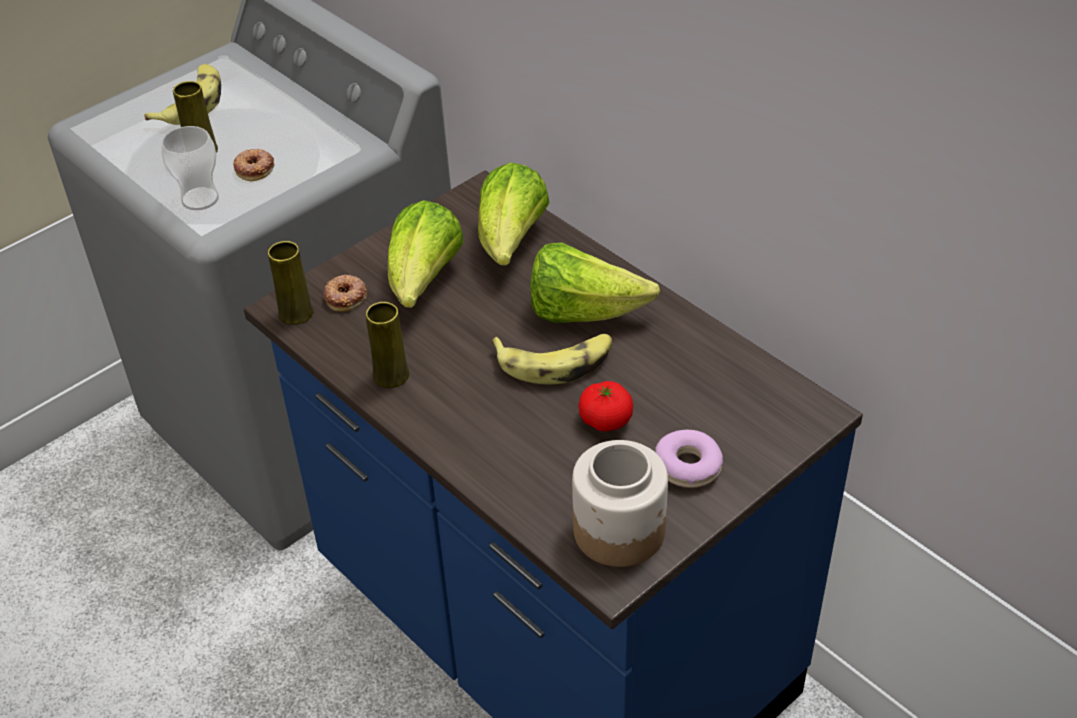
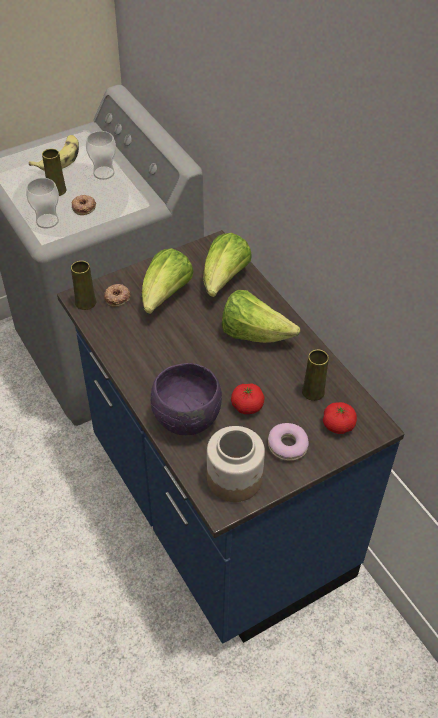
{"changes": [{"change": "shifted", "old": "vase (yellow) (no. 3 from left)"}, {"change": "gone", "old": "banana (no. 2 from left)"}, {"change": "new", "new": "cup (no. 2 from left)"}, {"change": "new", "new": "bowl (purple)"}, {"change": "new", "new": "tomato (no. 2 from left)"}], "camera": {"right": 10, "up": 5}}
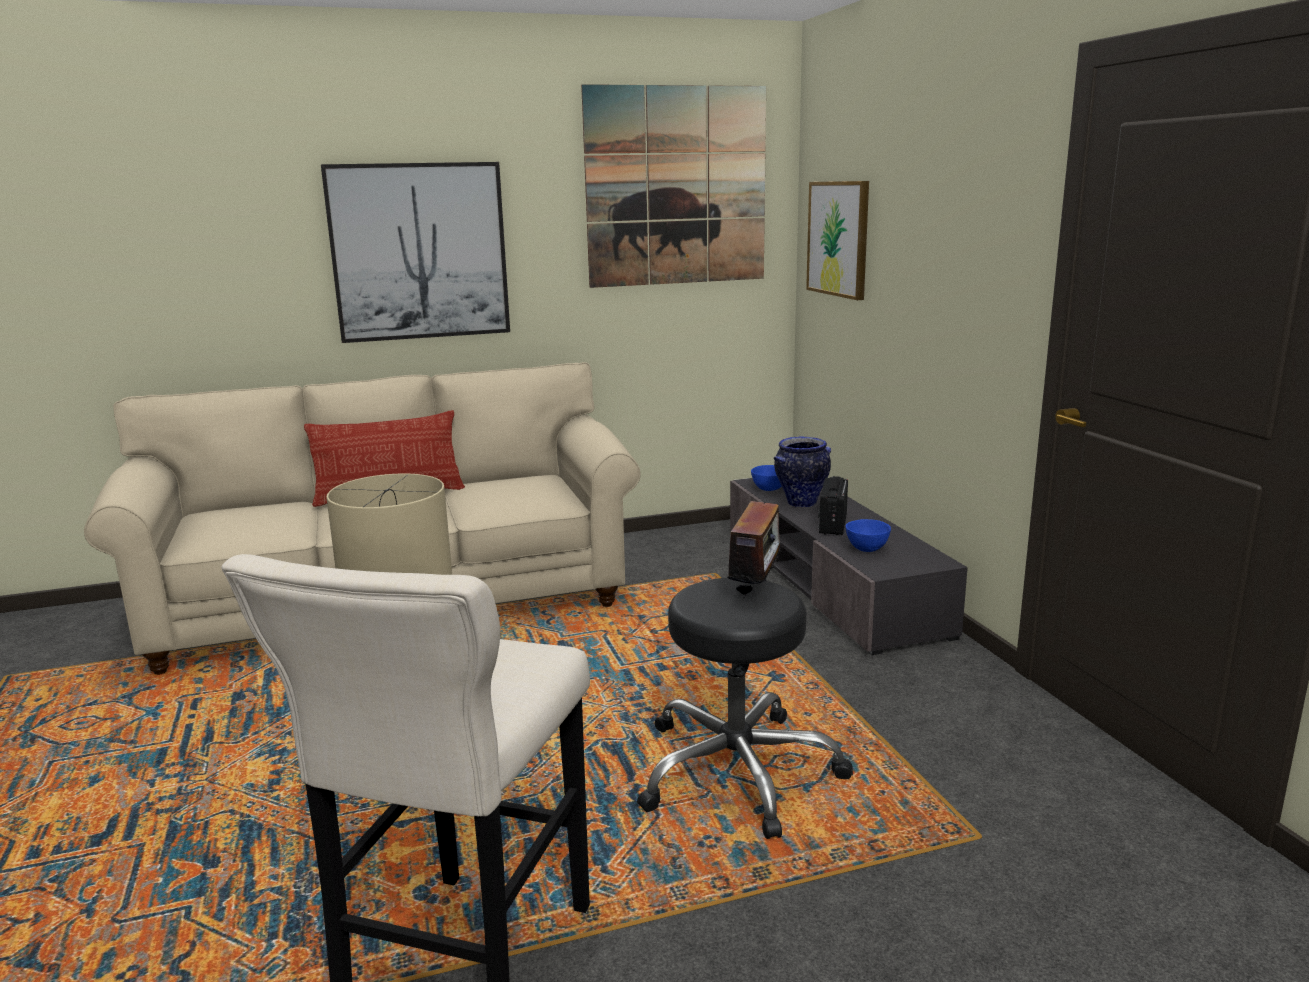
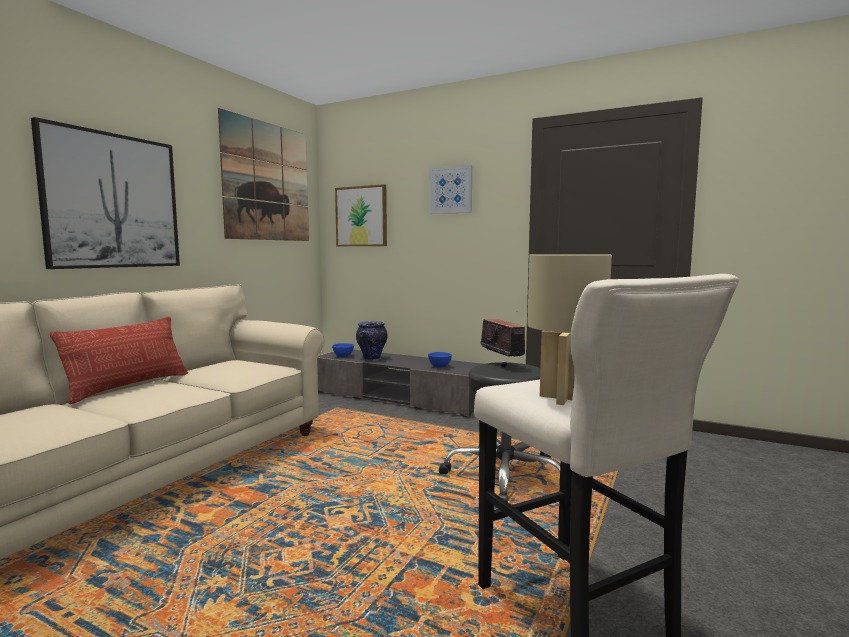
{"changes": [{"change": "gone", "old": "radio (no. 2 from left)"}, {"change": "new", "new": "picture (no. 4 from left)"}], "camera": {"right": -45, "up": -10}}
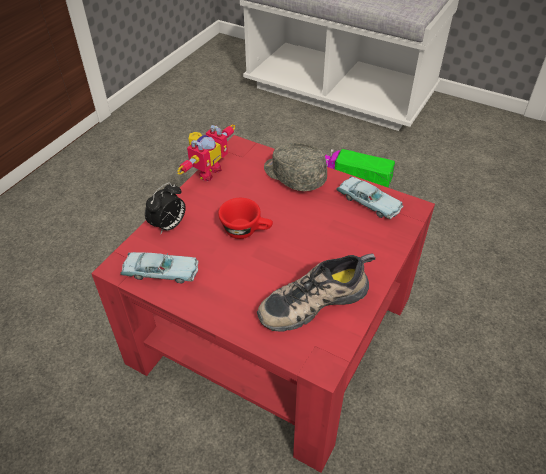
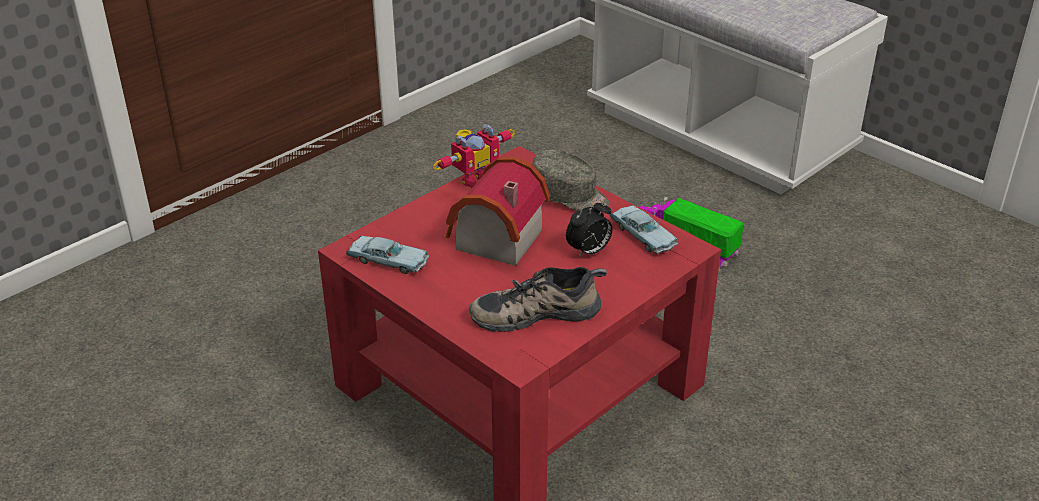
{"changes": [{"change": "shifted", "old": "alarm clock"}, {"change": "swapped", "old": "cup (red)", "new": "toy house"}, {"change": "rotated", "old": "cap (grey)", "degrees": 150}], "camera": {"right": 15, "up": -10}}
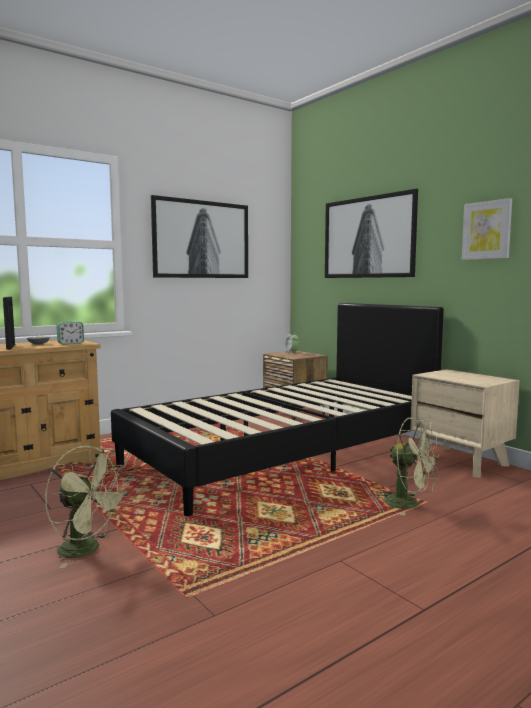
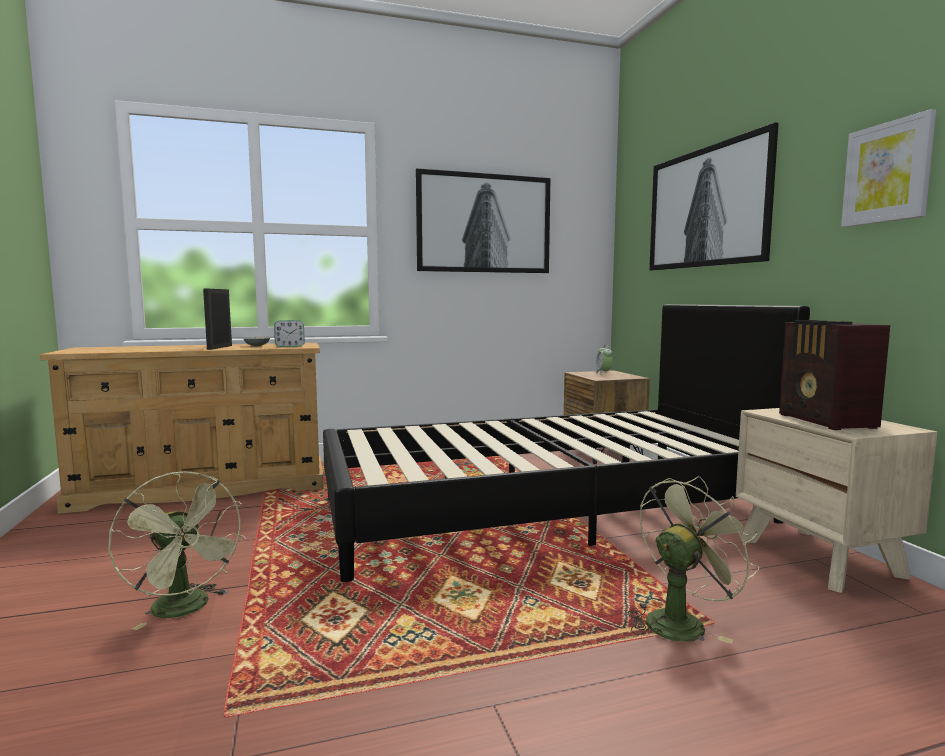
{"changes": [{"change": "rotated", "old": "fan (green) (no. 2 from left)", "degrees": -90}, {"change": "new", "new": "radio"}], "camera": {"right": 20, "up": 0}}
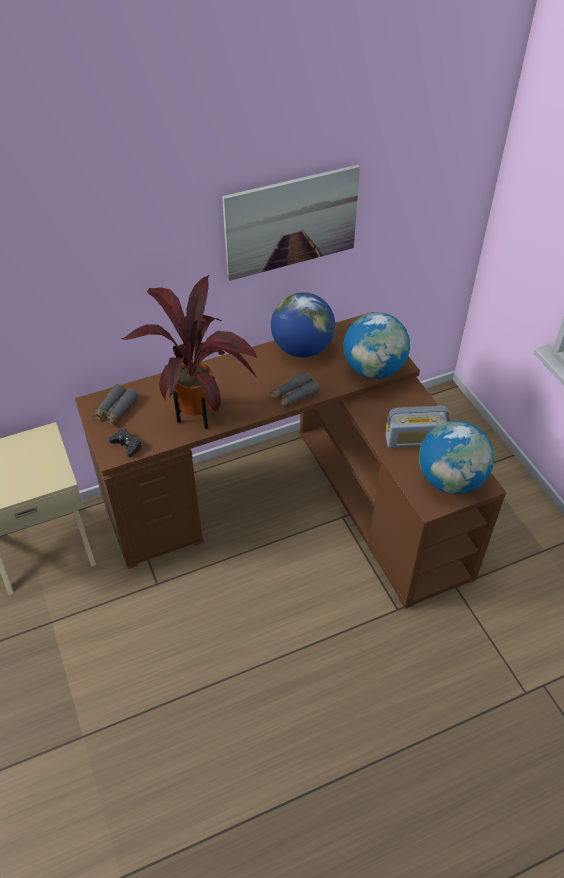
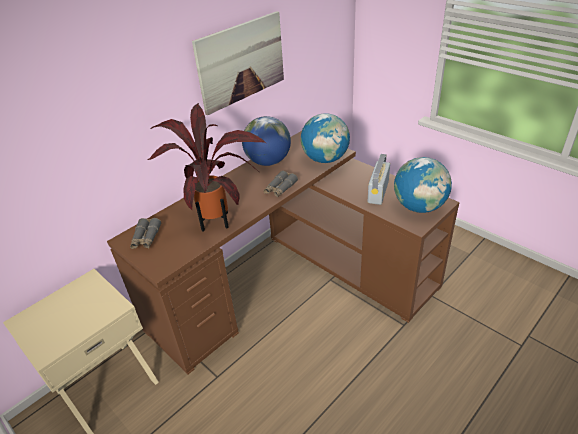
{"changes": [{"change": "gone", "old": "game controller (black)"}, {"change": "rotated", "old": "radio", "degrees": 135}], "camera": {"right": -20, "up": -10}}
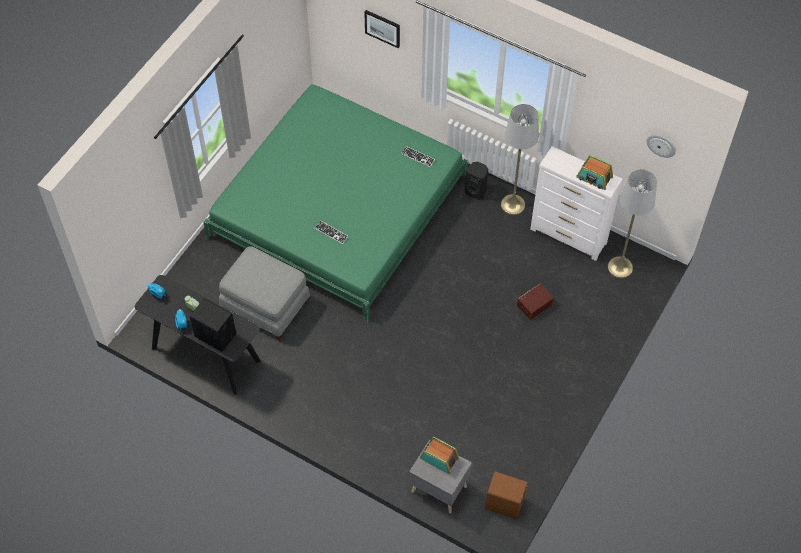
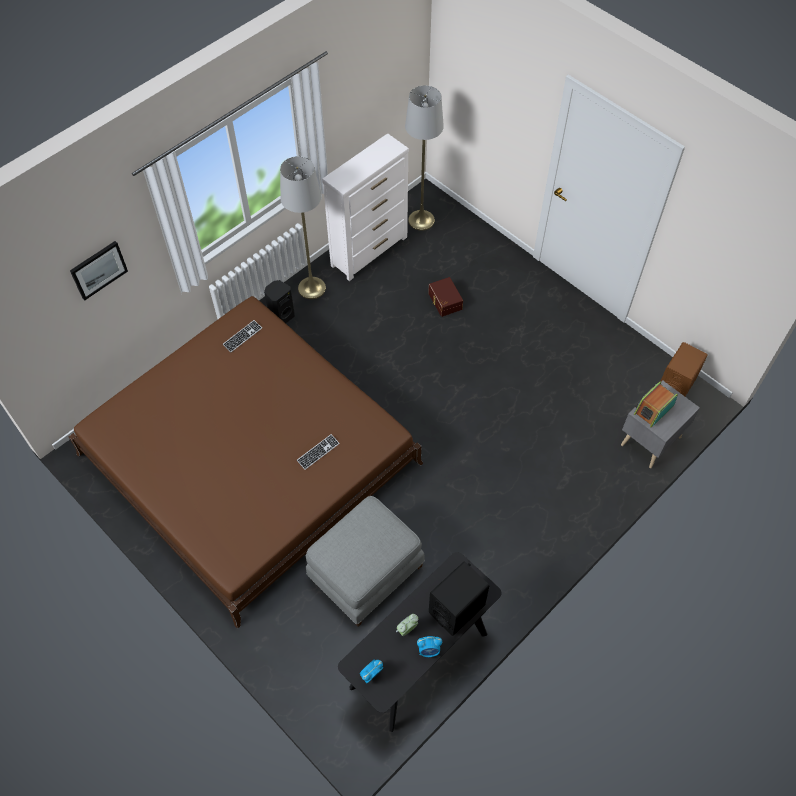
{"changes": [{"change": "repainted", "old": "bed (green)", "new": "bed (brown)"}, {"change": "gone", "old": "radio (no. 2 from left)"}, {"change": "gone", "old": "wall clock"}], "camera": {"right": -75, "up": 0}}
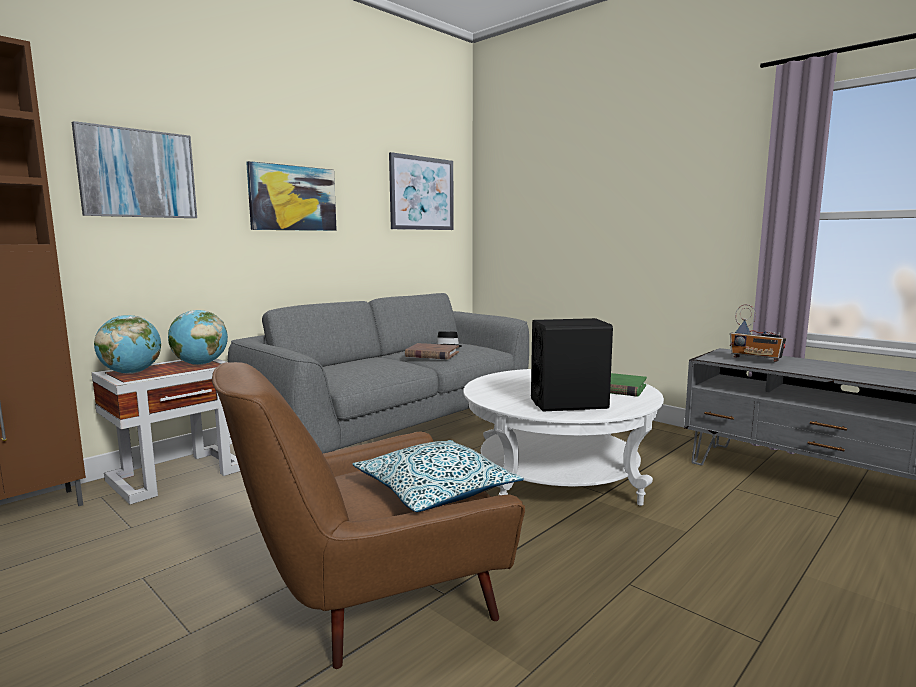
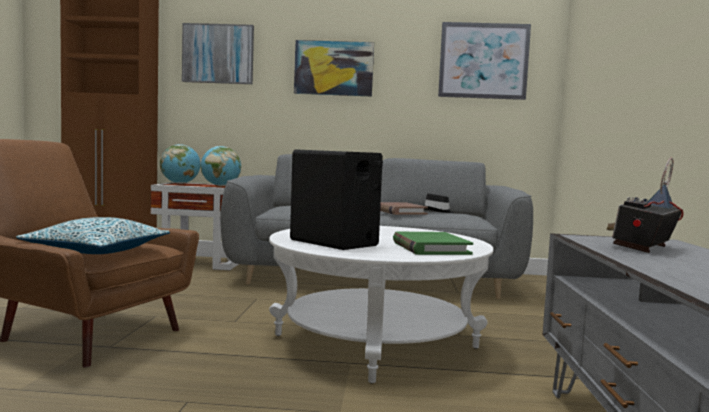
{"changes": [{"change": "rotated", "old": "radio", "degrees": 45}], "camera": {"right": 50, "up": -5}}
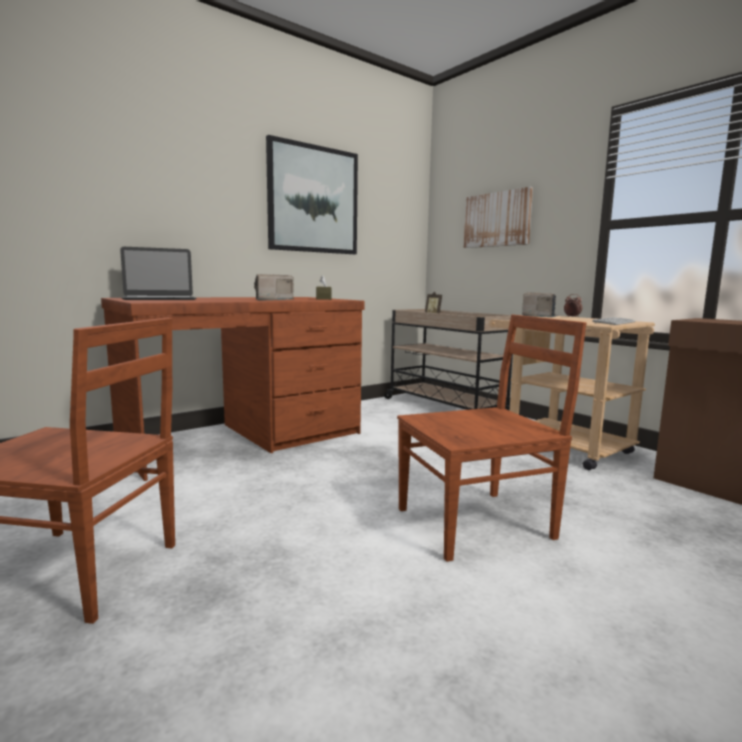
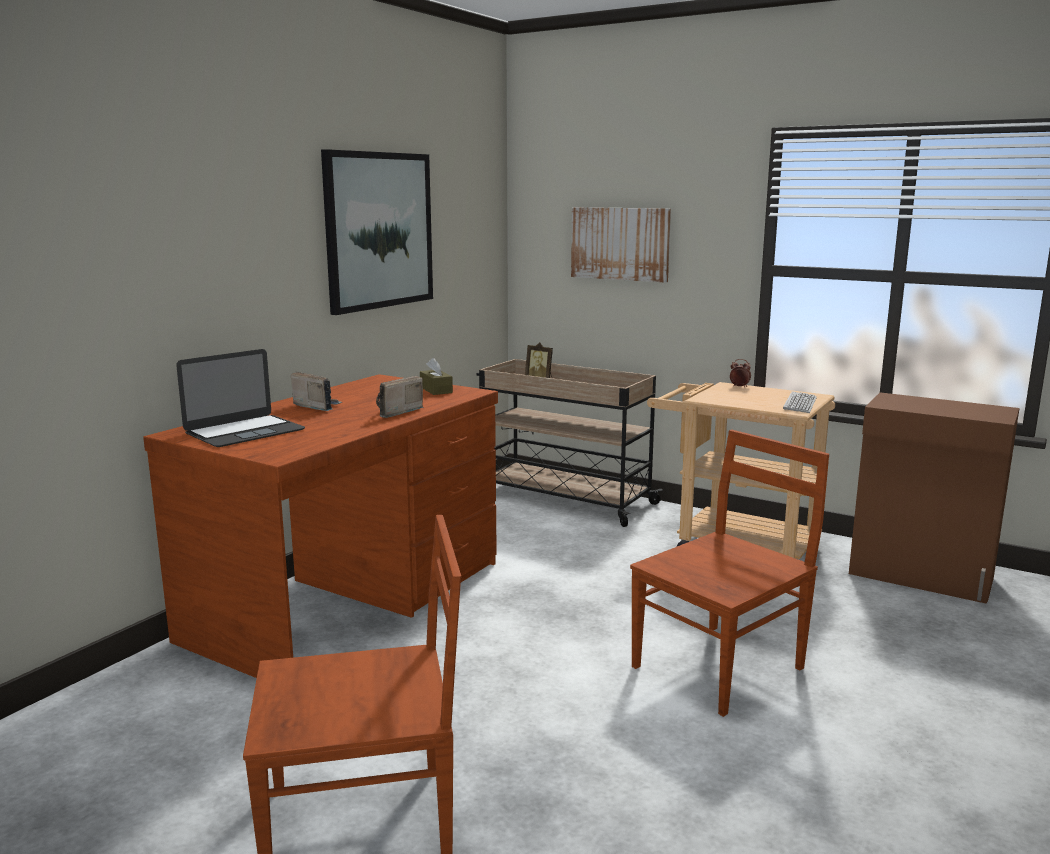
{"changes": [{"change": "shifted", "old": "radio (no. 2 from left in the first image)", "new": "radio (no. 1 from left)"}], "camera": {"right": -20, "up": 5}}
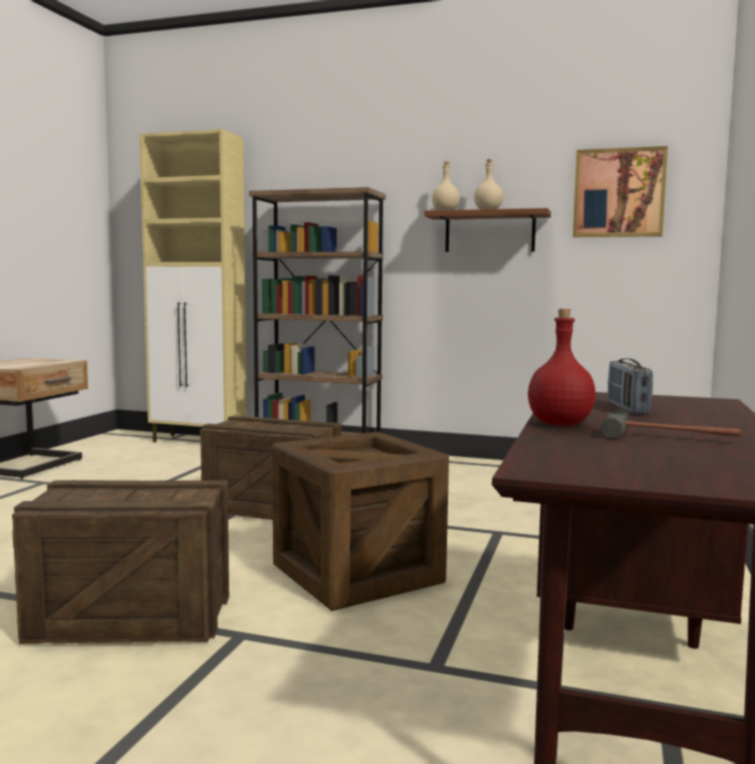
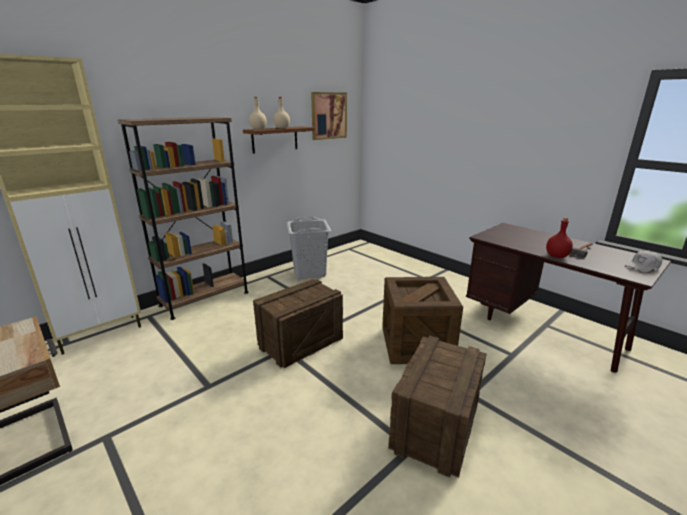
{"changes": [{"change": "gone", "old": "radio"}, {"change": "new", "new": "laundry basket (grey)"}, {"change": "new", "new": "cap (white)"}], "camera": {"right": -60, "up": 15}}
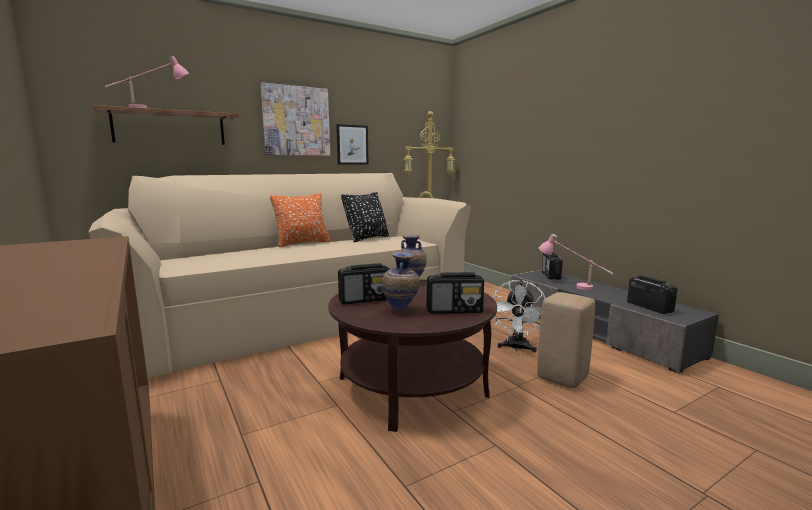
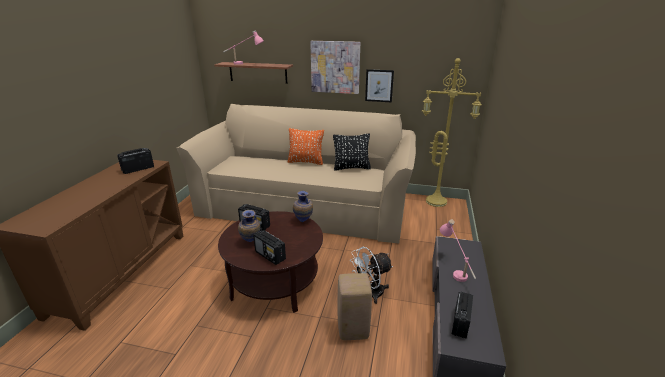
{"changes": [{"change": "shifted", "old": "radio (no. 3 from left in the first image)", "new": "radio (no. 1 from left)"}], "camera": {"right": 45, "up": 15}}
